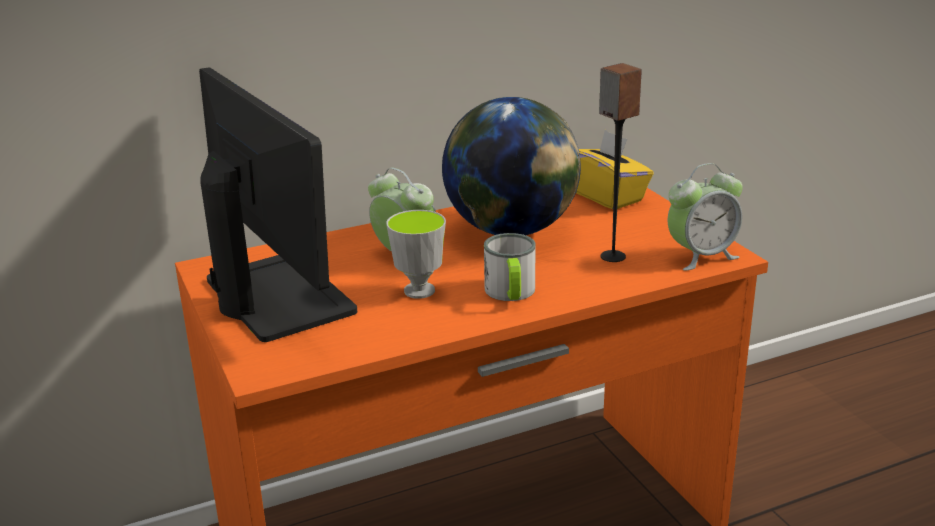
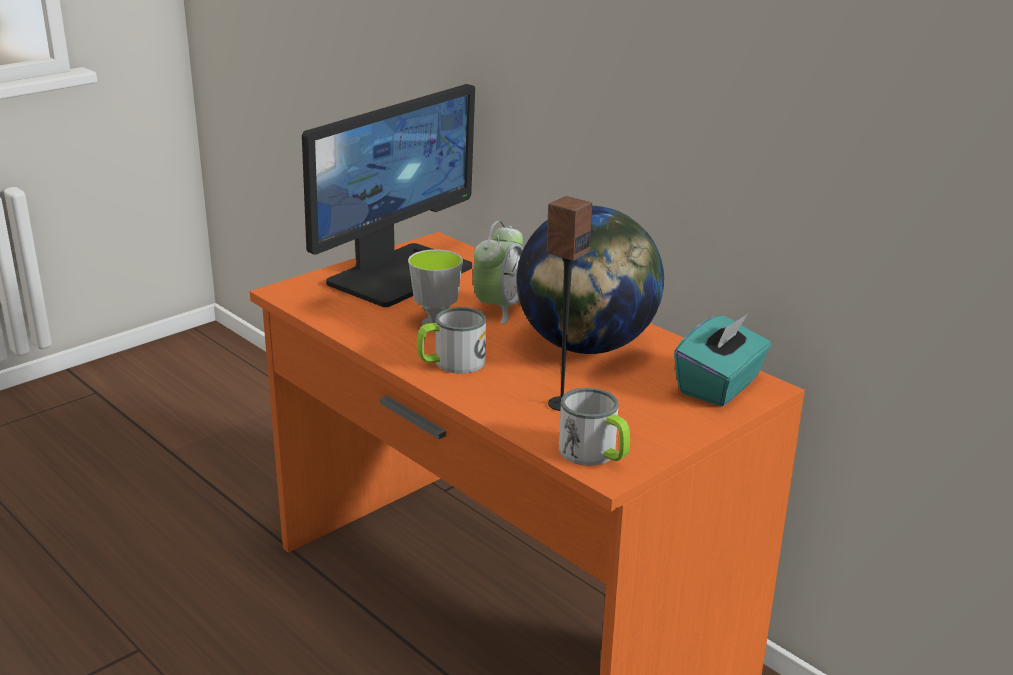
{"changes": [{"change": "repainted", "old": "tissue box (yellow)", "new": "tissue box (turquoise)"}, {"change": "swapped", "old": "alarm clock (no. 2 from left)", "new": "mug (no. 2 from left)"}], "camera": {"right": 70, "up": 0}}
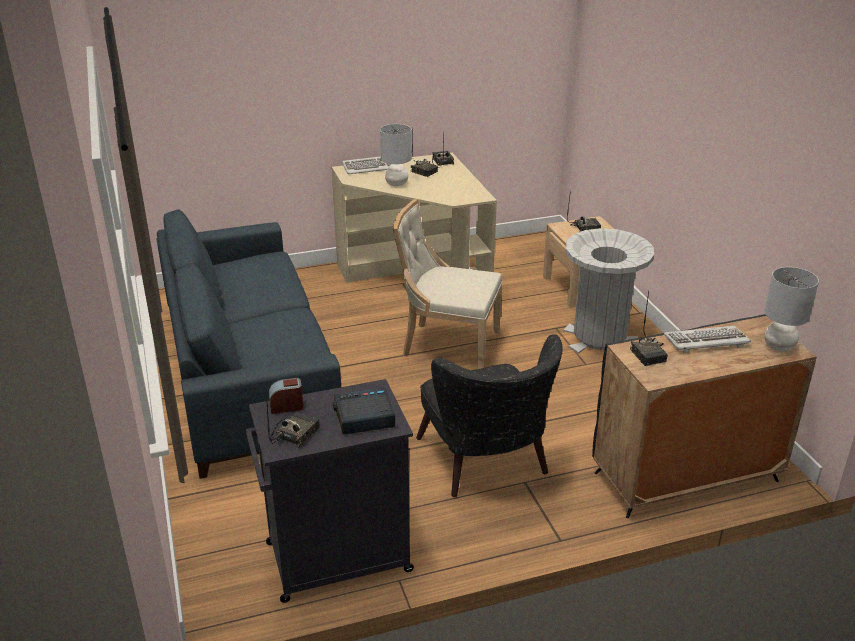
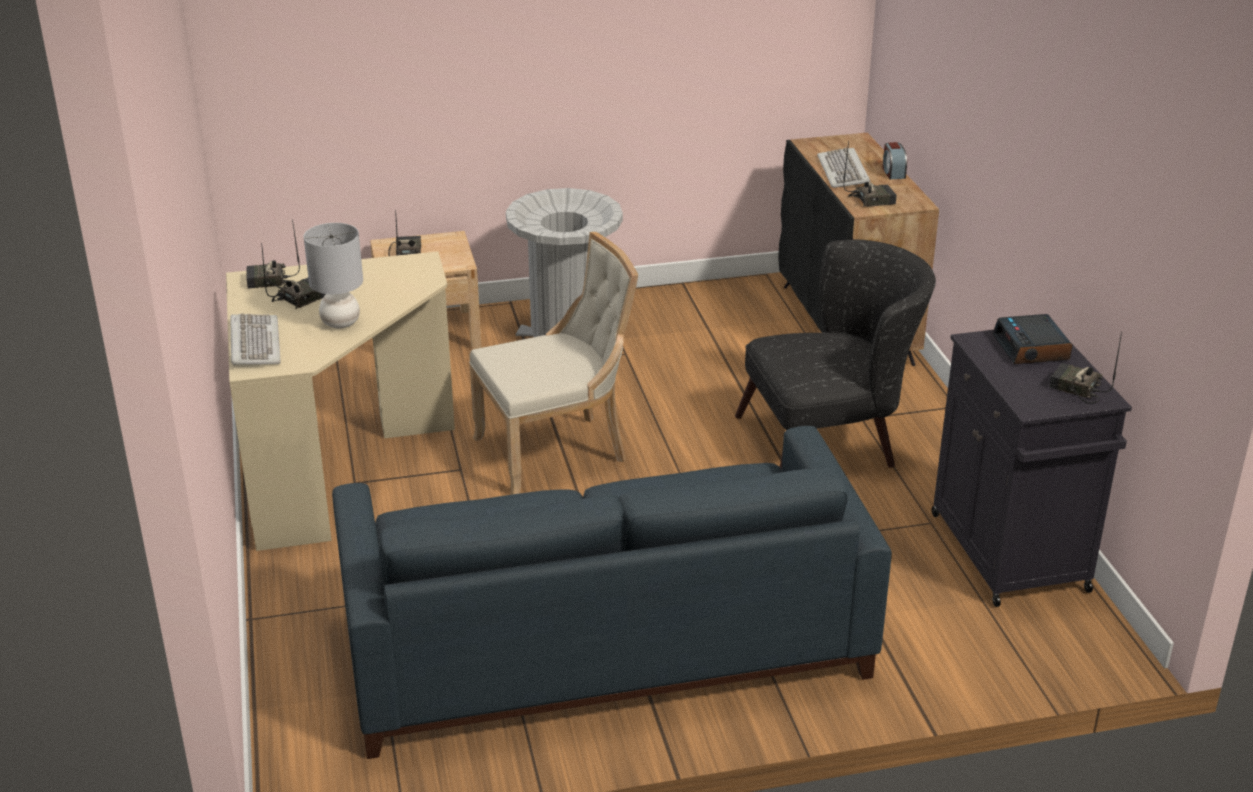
{"changes": [{"change": "shifted", "old": "alarm clock (no. 1 from left)"}, {"change": "rotated", "old": "chair (beige)", "degrees": -135}, {"change": "gone", "old": "table lamp (grey) (no. 2 from left)"}], "camera": {"right": -85, "up": 0}}
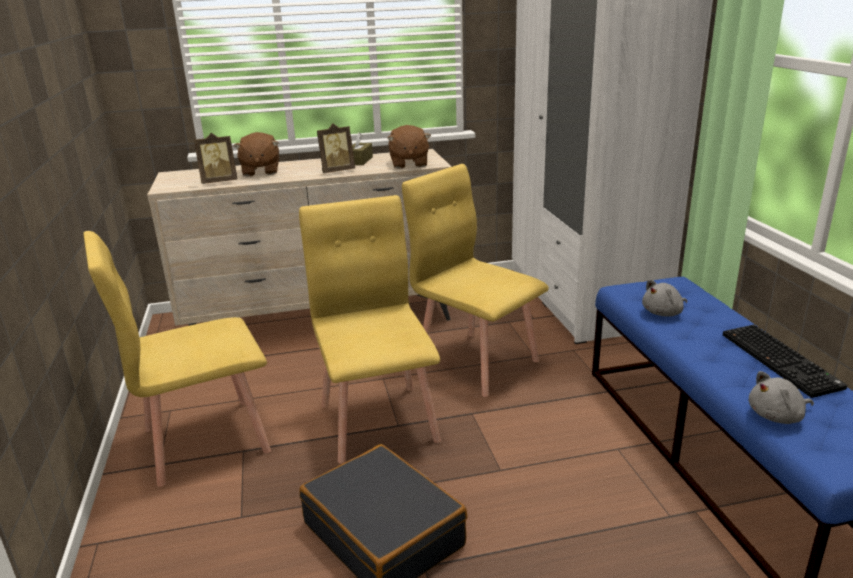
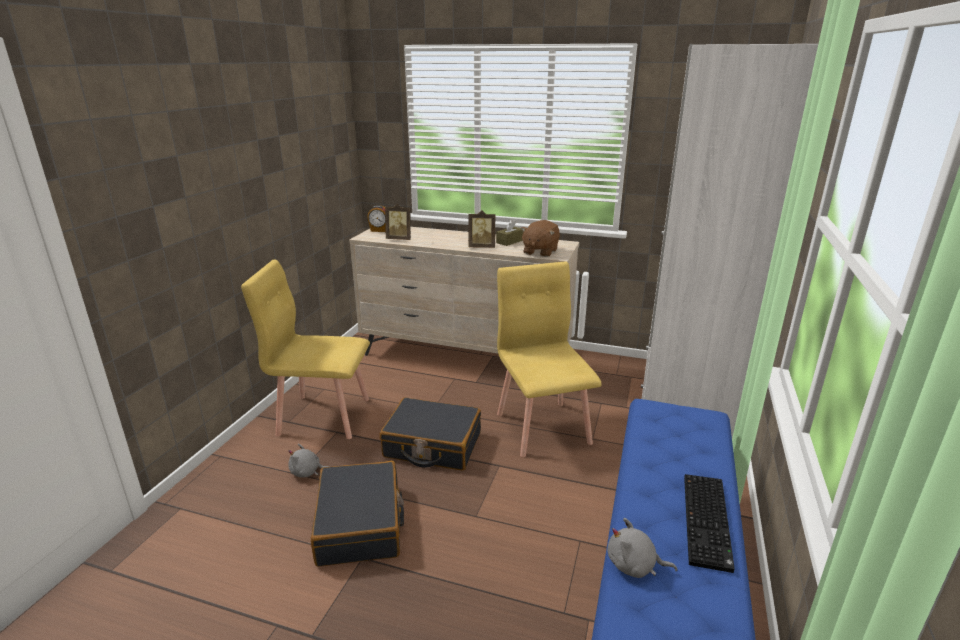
{"changes": [{"change": "gone", "old": "plush toy (brown) (no. 1 from left)"}, {"change": "swapped", "old": "chair (yellow) (no. 2 from left)", "new": "suitcase (black) (no. 2 from left)"}, {"change": "shifted", "old": "plush toy (grey) (no. 1 from left)"}, {"change": "new", "new": "alarm clock"}], "camera": {"right": 30, "up": 0}}
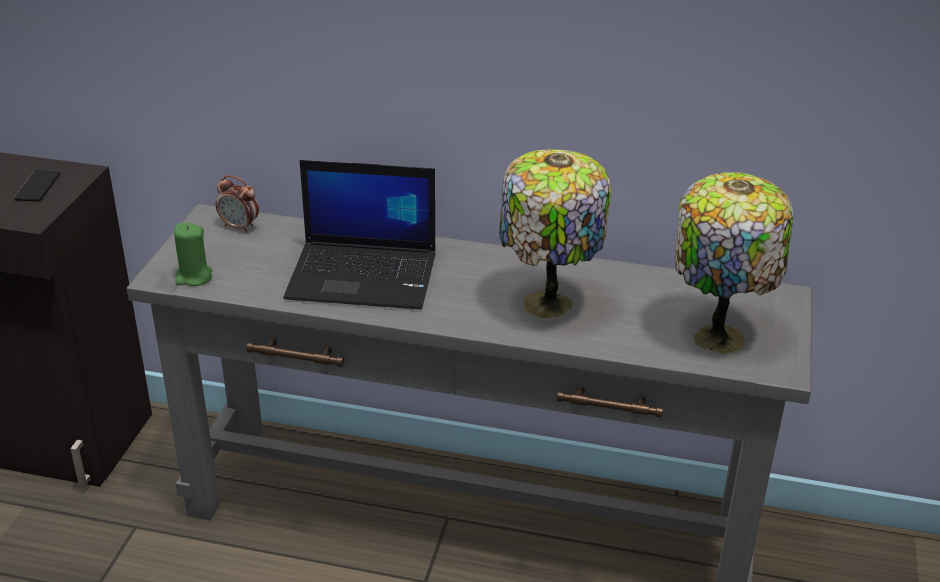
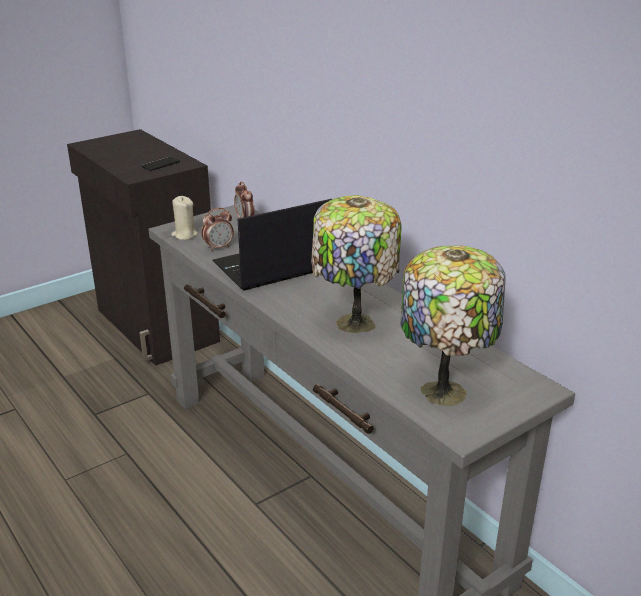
{"changes": [{"change": "repainted", "old": "candle (green)", "new": "candle (beige)"}, {"change": "rotated", "old": "laptop", "degrees": 105}, {"change": "new", "new": "alarm clock (no. 1 from left)"}], "camera": {"right": 40, "up": -5}}
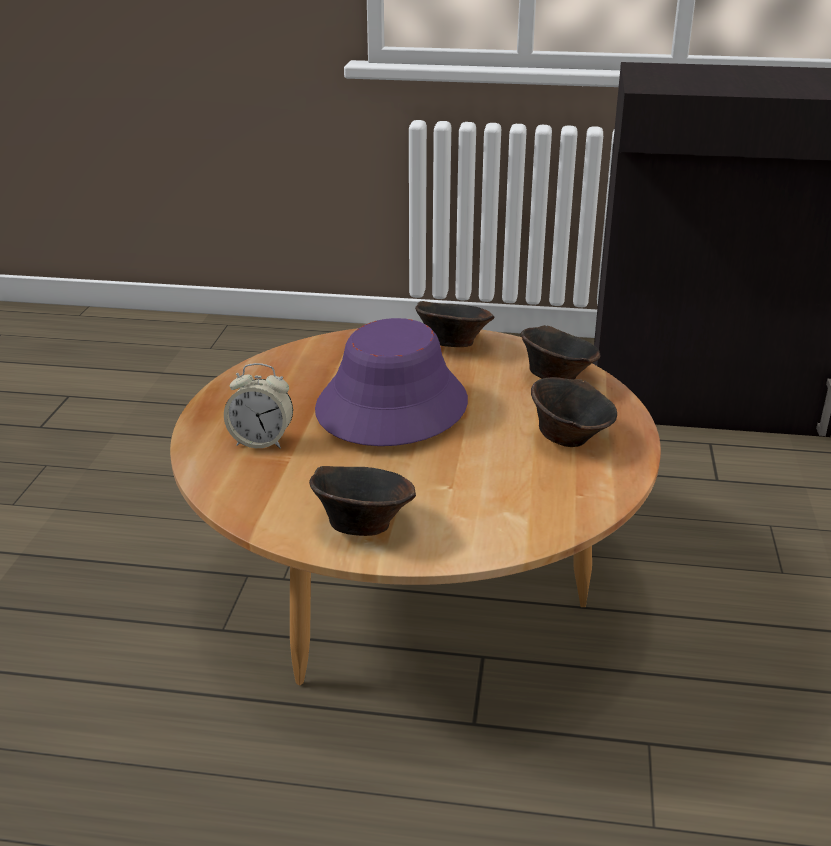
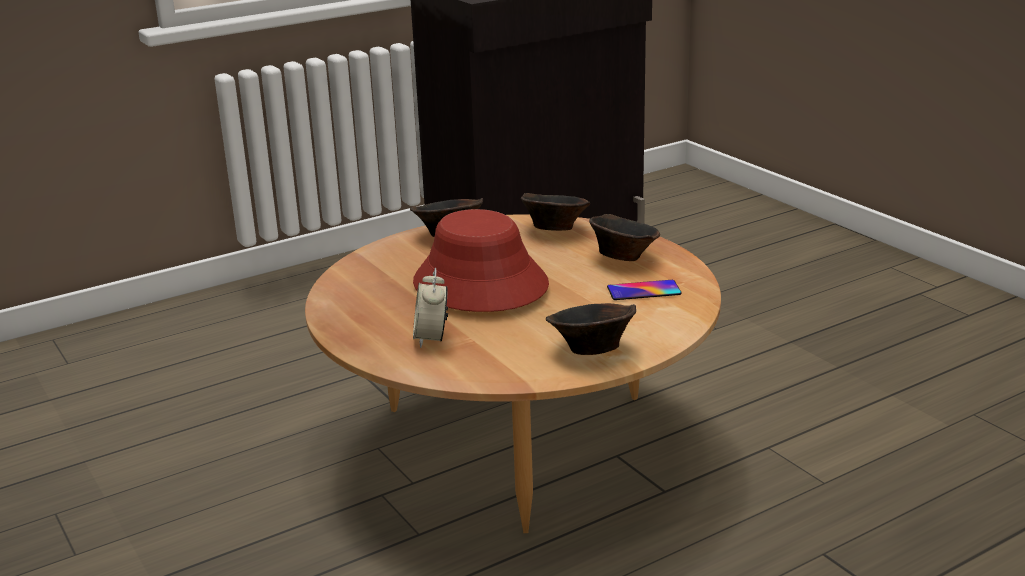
{"changes": [{"change": "rotated", "old": "alarm clock", "degrees": 120}, {"change": "repainted", "old": "hat (purple)", "new": "hat (red)"}, {"change": "new", "new": "phone"}], "camera": {"right": -40, "up": -5}}
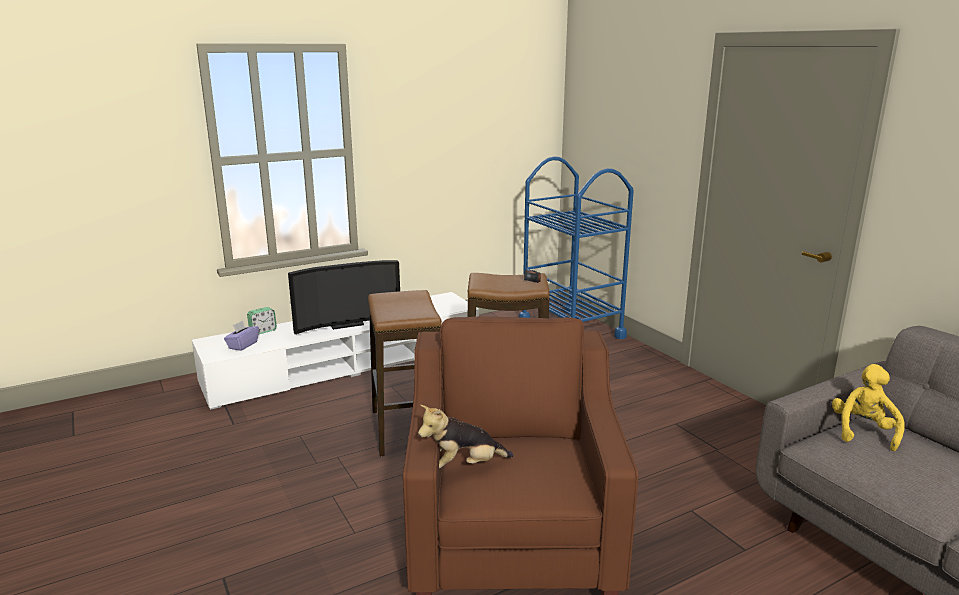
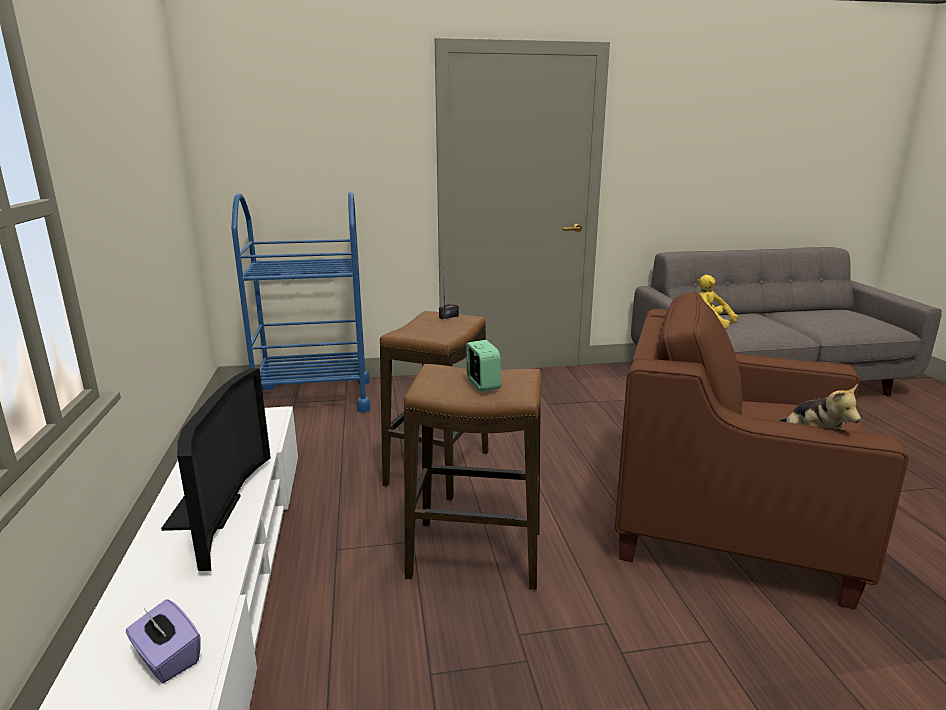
{"changes": [{"change": "shifted", "old": "alarm clock"}], "camera": {"right": -70, "up": 0}}
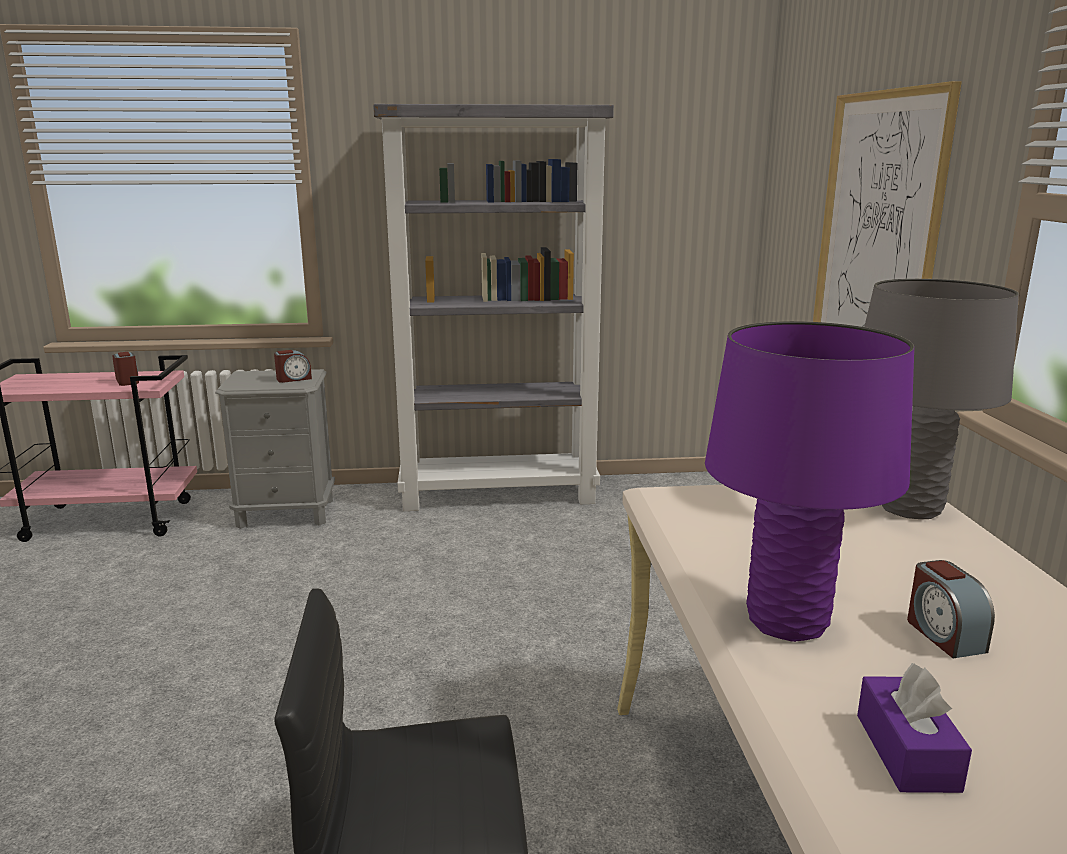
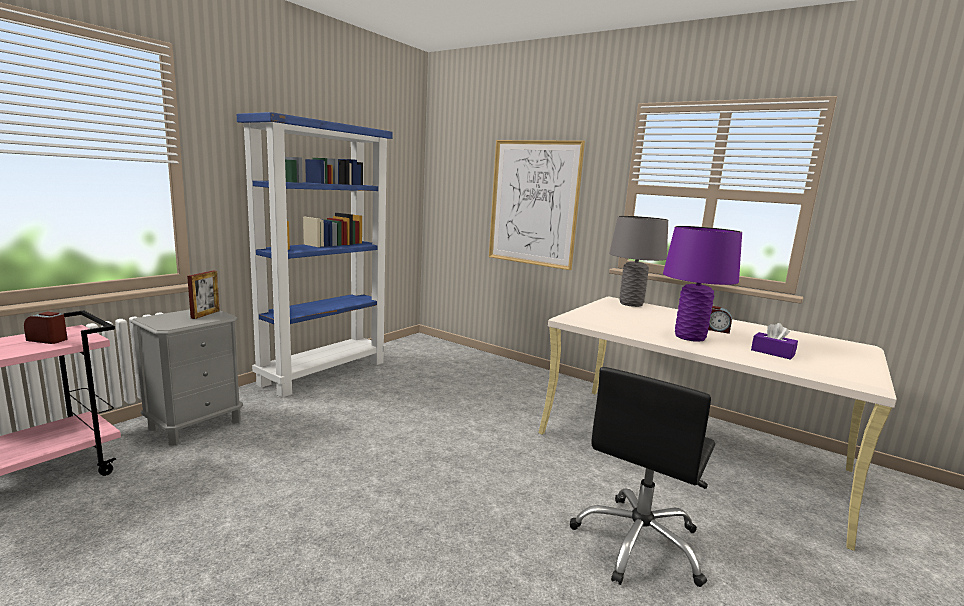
{"changes": [{"change": "swapped", "old": "alarm clock (no. 2 from left)", "new": "picture frame"}, {"change": "repainted", "old": "bookcase (grey)", "new": "bookcase (blue)"}], "camera": {"right": -50, "up": -5}}
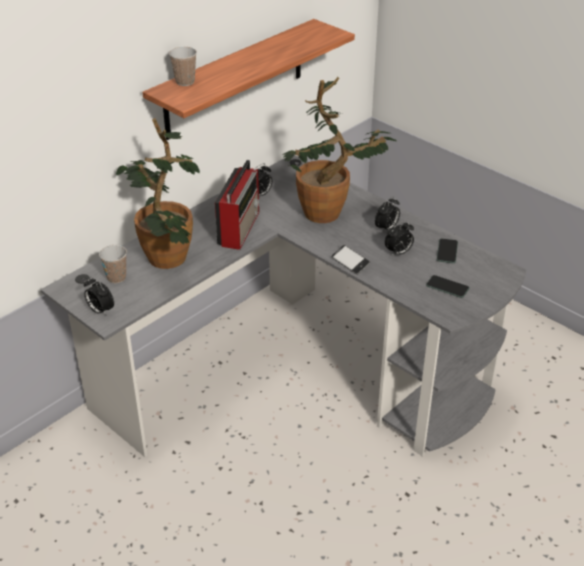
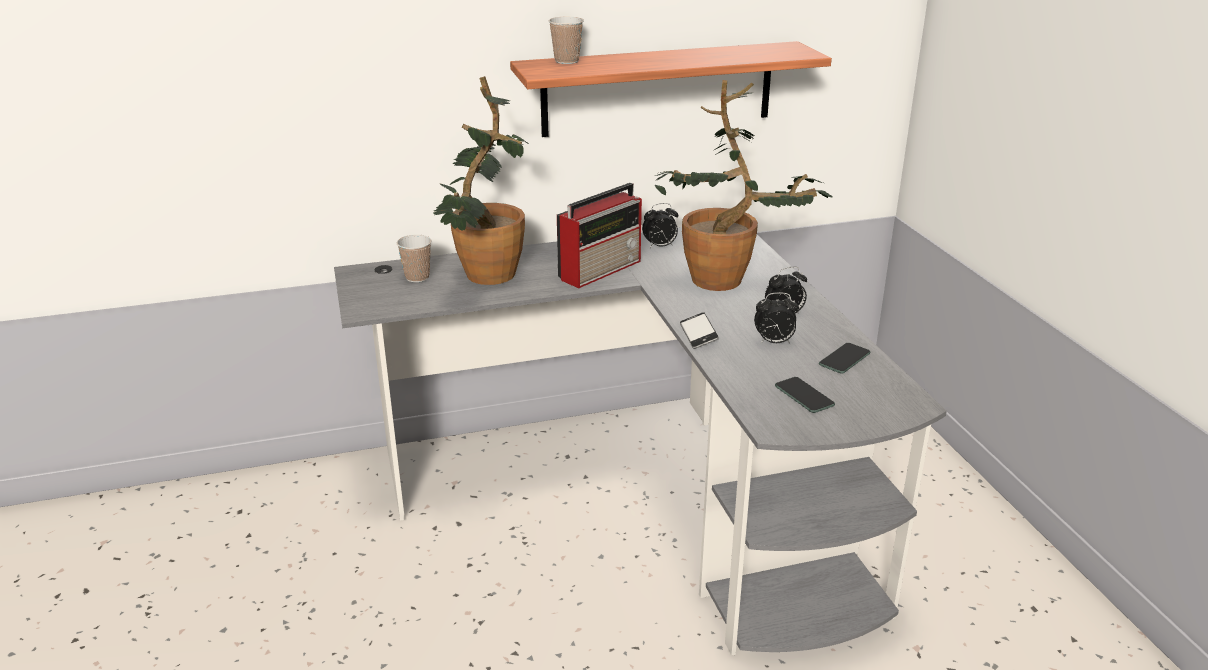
{"changes": [{"change": "gone", "old": "alarm clock (no. 1 from left)"}], "camera": {"right": 30, "up": -10}}
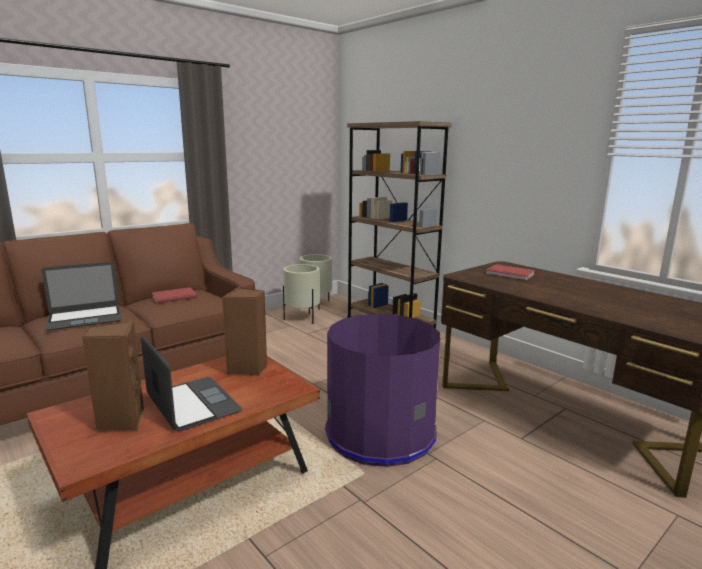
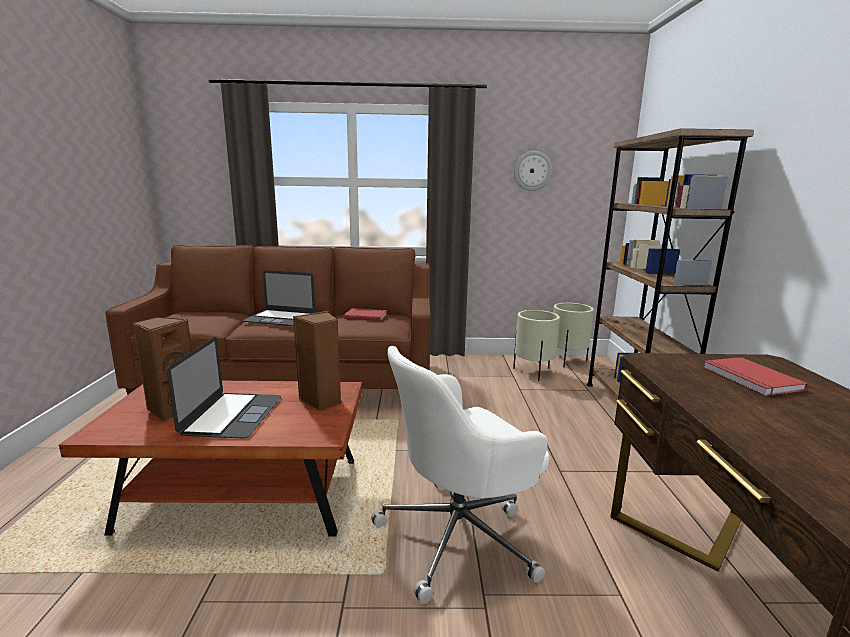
{"changes": [{"change": "swapped", "old": "trash can (purple)", "new": "office chair (white)"}, {"change": "new", "new": "wall clock"}], "camera": {"right": 40, "up": 0}}
